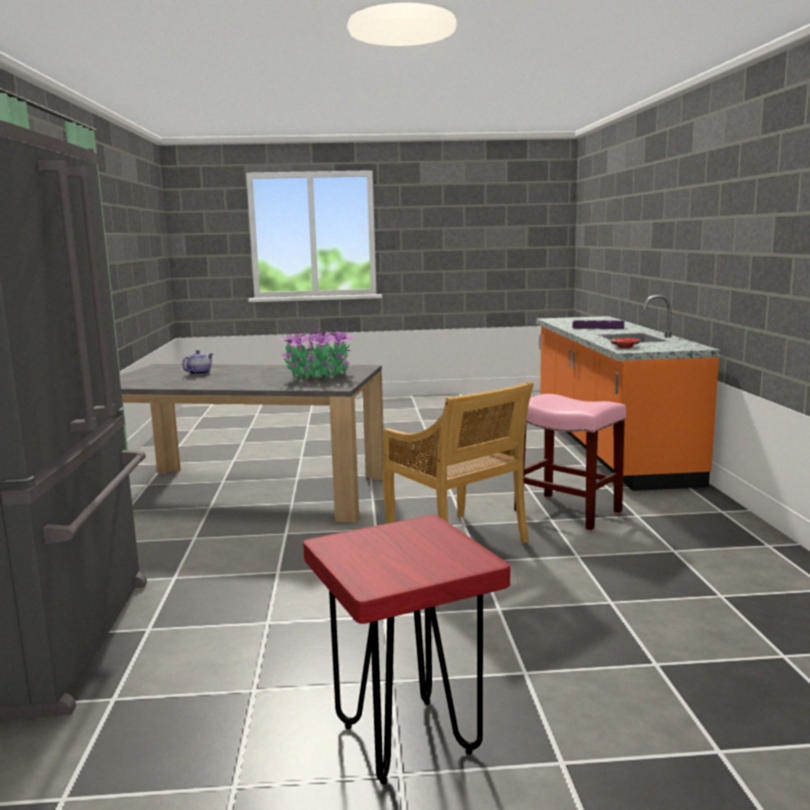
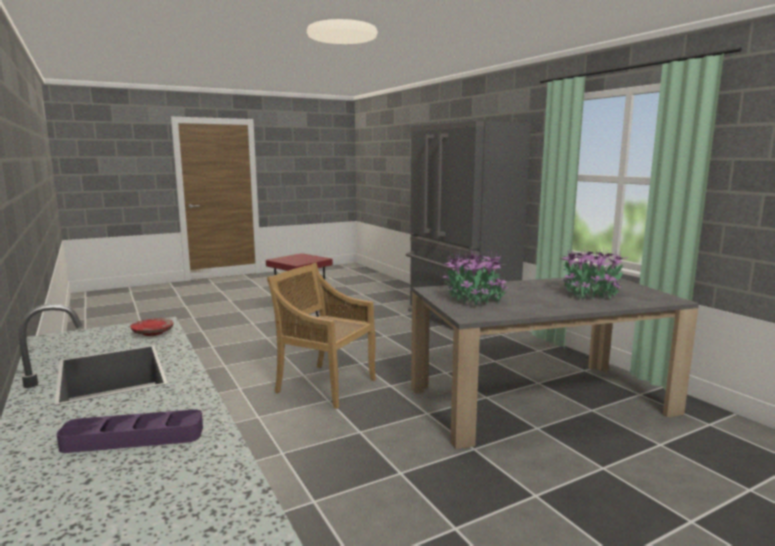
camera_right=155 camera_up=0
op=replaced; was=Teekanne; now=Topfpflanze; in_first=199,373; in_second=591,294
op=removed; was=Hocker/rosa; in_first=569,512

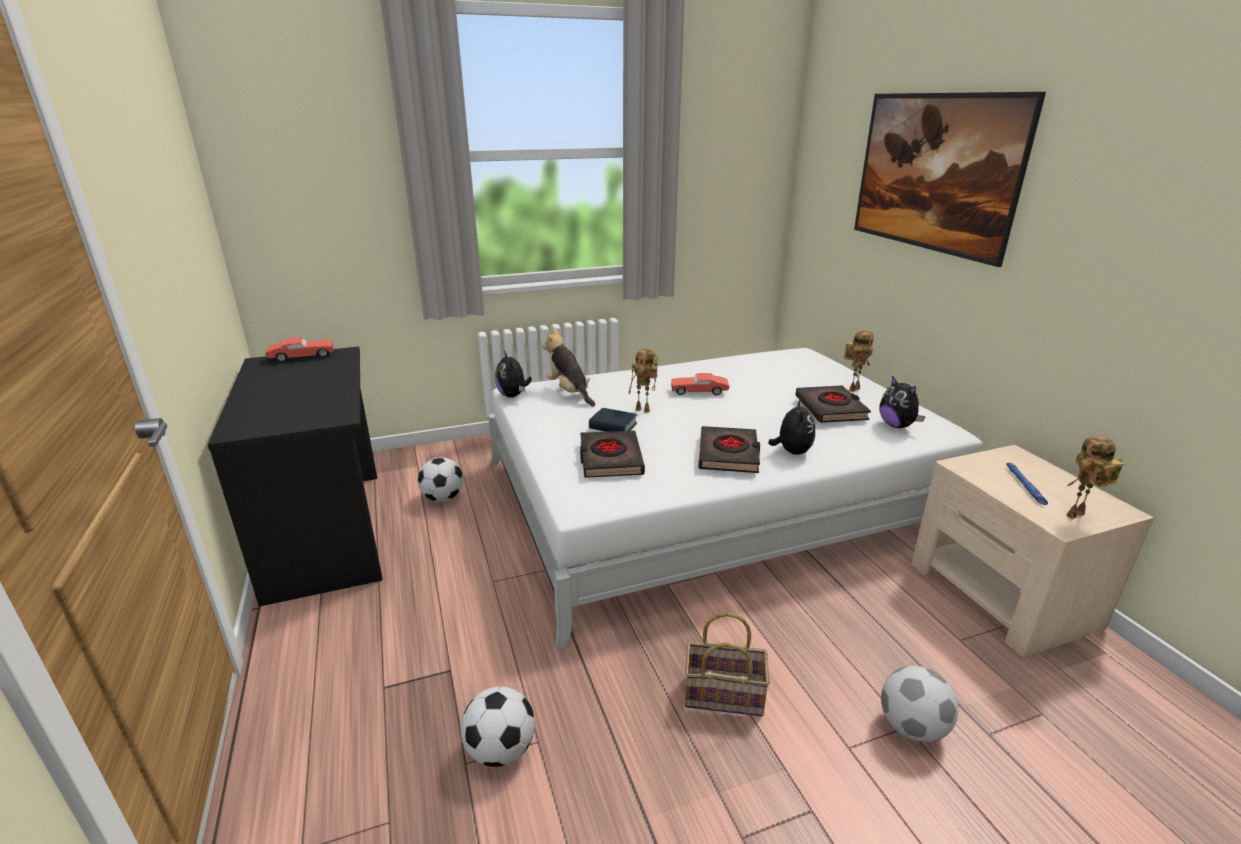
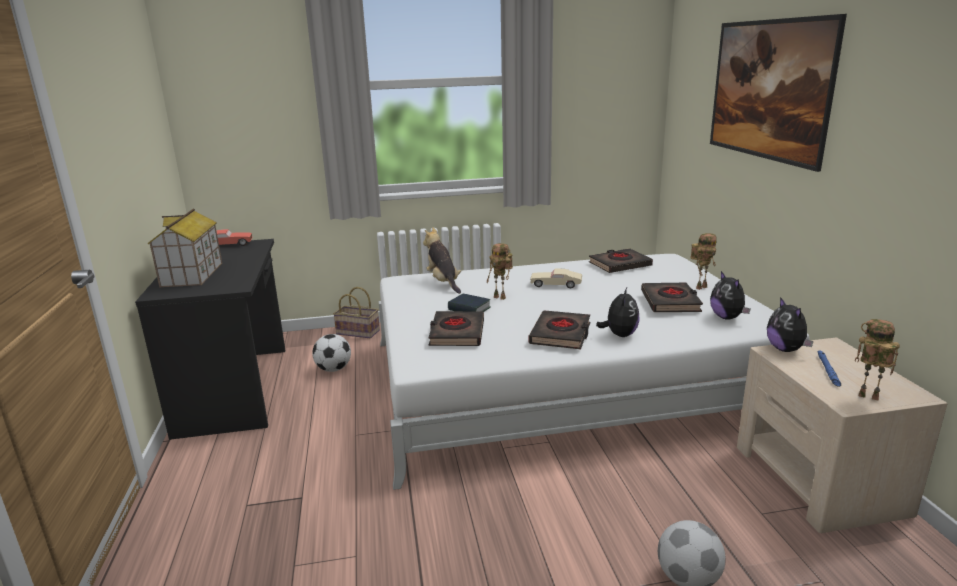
camera_right=10 camera_up=-5
op=added; now=Spielzeughaus; in_second=192,275
op=moved; was=Korb; in_first=725,694; in_second=359,332
op=recoloured; was=Spielzeugauto/rot; now=Spielzeugauto/beige; in_first=699,391; in_second=556,285
op=added; now=Buch/schwarz; in_second=619,265
op=moved; was=Plüschtier; in_first=513,395; in_second=786,349
op=turned; was=Spielzeugroboter; in_first=1076,516; in_second=866,397; clockwise=45
op=removed; was=Fußball; in_first=501,750

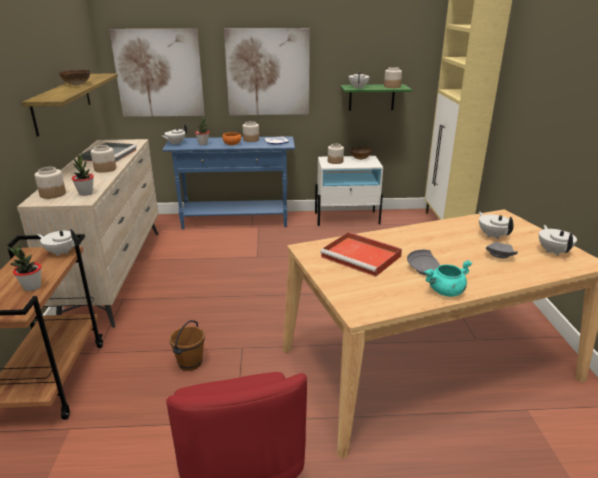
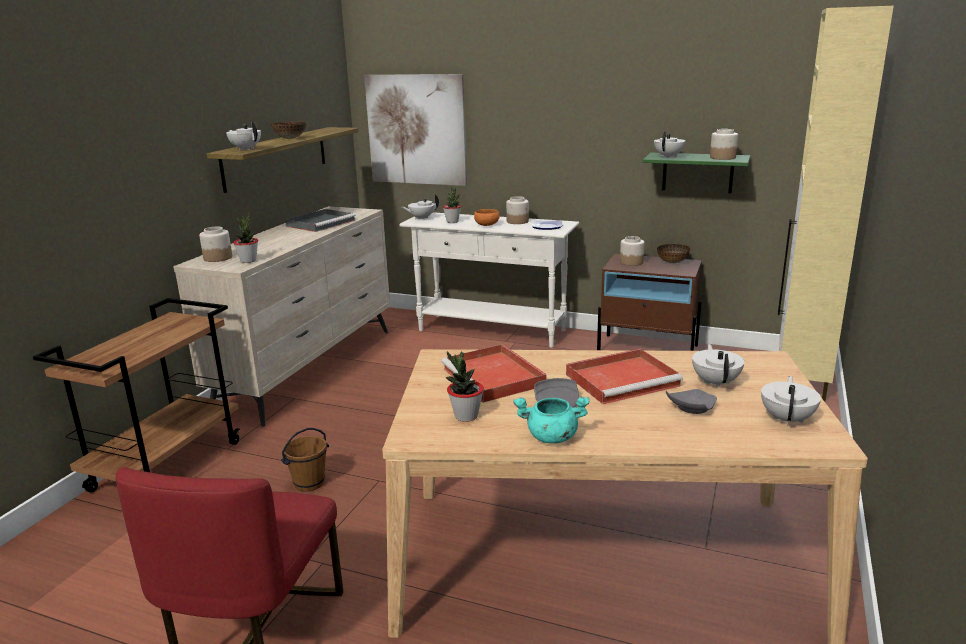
camera_right=25 camera_up=-5
op=moved; was=Teekanne/weiß; in_first=61,252; in_second=246,149
op=recoloured; was=Konsolentisch/blau; now=Konsolentisch/weiß; in_first=235,221; in_second=492,331
op=moved; was=Topfpflanze; in_first=32,287; in_second=466,416
op=added; now=Tablett/rot; in_second=623,379
op=recoloured; was=Nachttisch/weiß; now=Nachttisch/braun; in_first=347,218; in_second=648,349
op=removed; was=Vorratsglas; in_first=105,169
op=removed; was=Bild; in_first=268,72

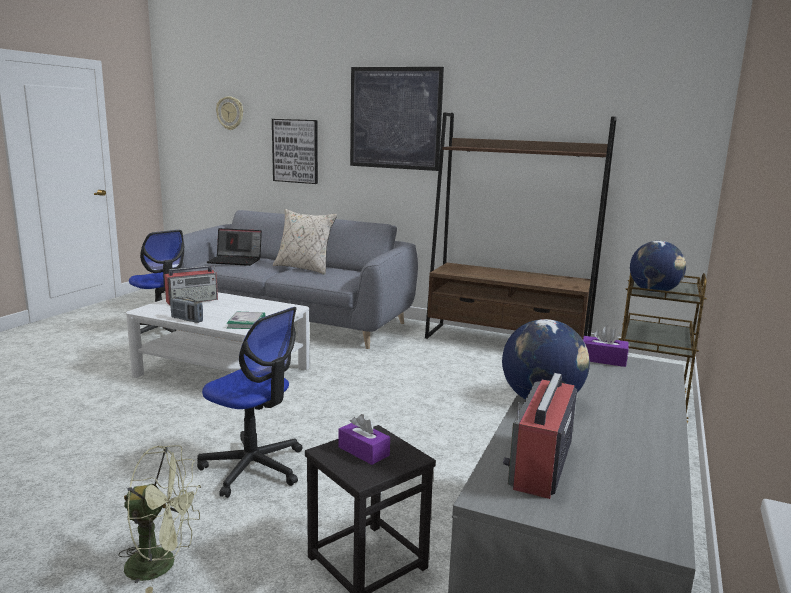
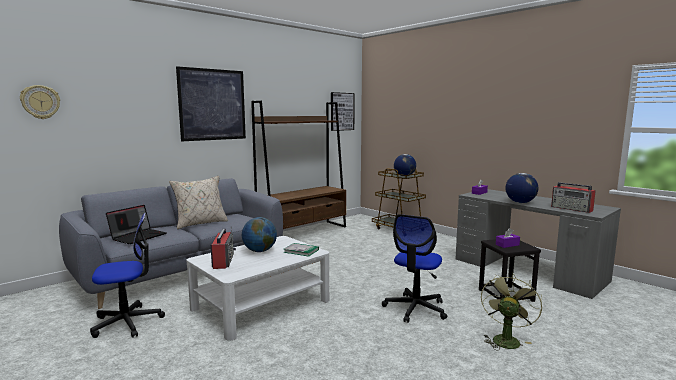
camera_right=-65 camera_up=-5
op=added; now=Globus; in_second=259,251
op=moved; was=Bild; in_first=295,151; in_second=342,111
op=turned; was=Bürostuhl; in_first=253,468; in_second=415,308; clockwise=150
op=removed; was=Radio; in_first=187,320

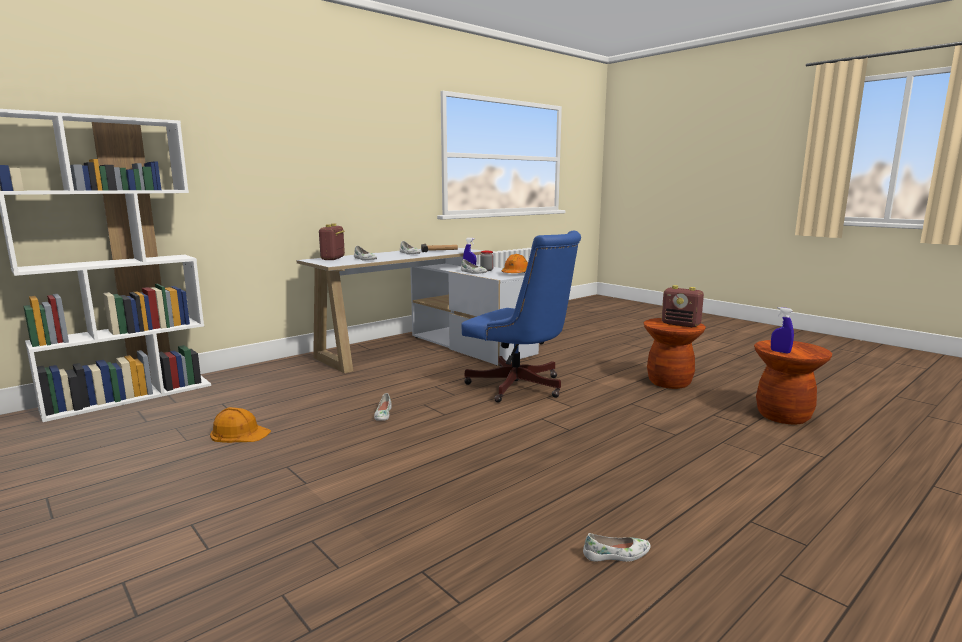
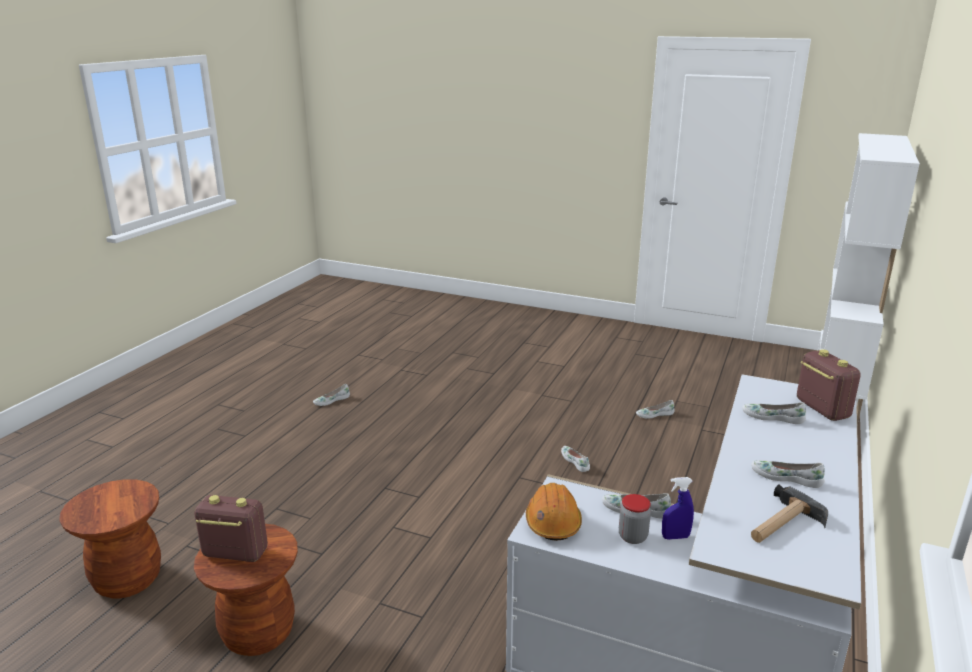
camera_right=155 camera_up=10
op=replaced; was=Schutzhelm/orange; now=Schuh/weiß; in_first=239,433; in_second=654,414
op=removed; was=Bürostuhl/blau; in_first=521,388
op=removed; was=Sprühflasche/blau; in_first=780,352

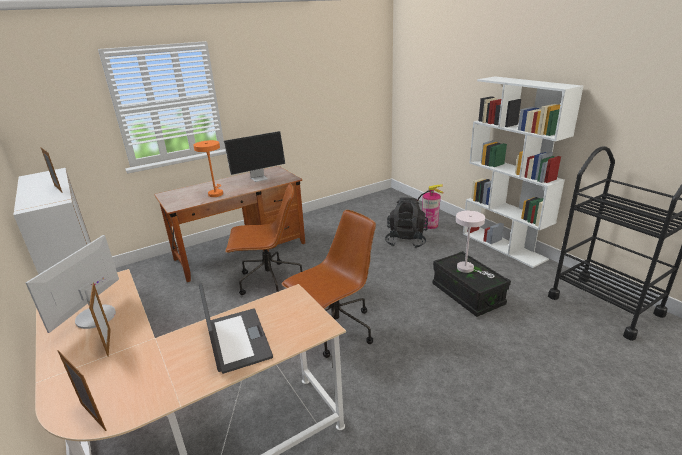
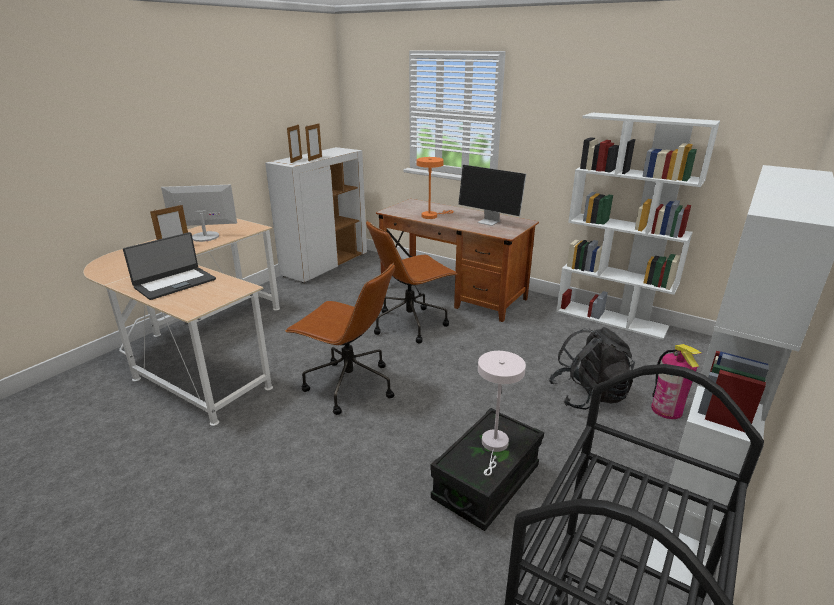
camera_right=65 camera_up=0
op=moved; was=Bilderrahmen; in_first=93,417; in_second=296,160
op=turned; was=Bürostuhl/braun; in_first=268,281; in_second=410,324; clockwise=90
op=added; now=Bücherregal/weiß; in_second=611,319

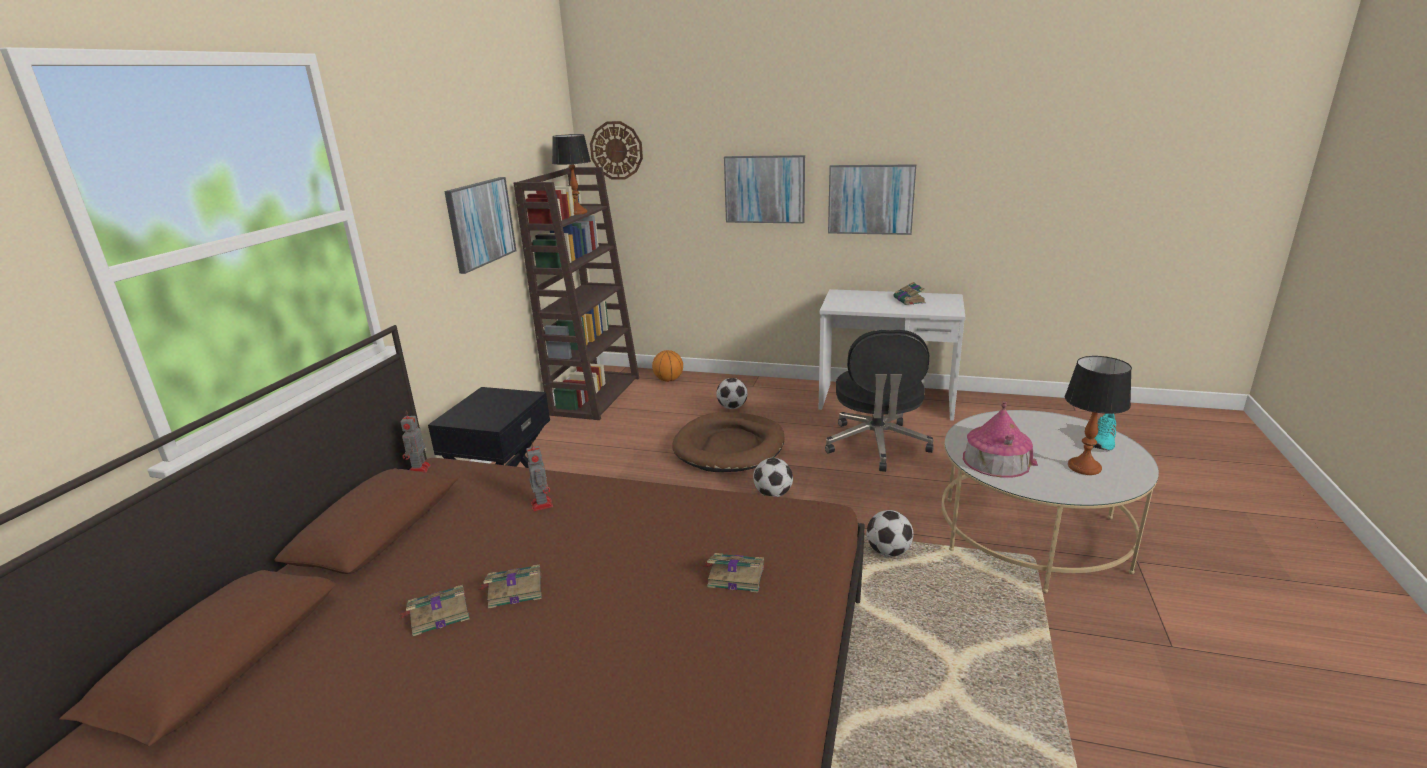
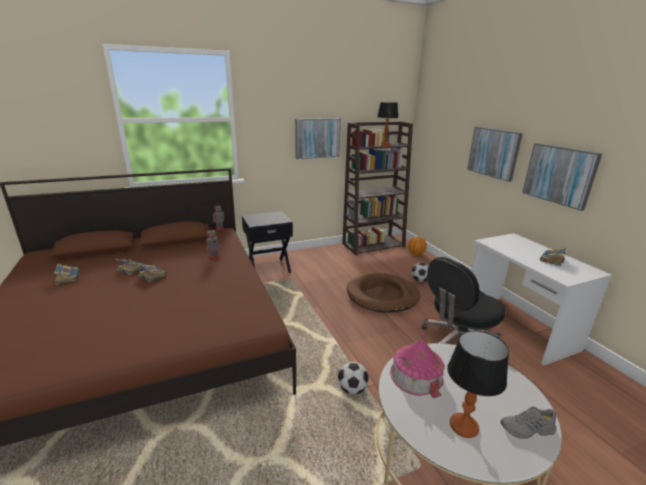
camera_right=50 camera_up=0
op=moved; was=Buch; in_first=734,576; in_second=67,277
op=recoloured; was=Schuh/türkis; now=Schuh/grau; in_first=1103,441; in_second=527,429
op=removed; was=Wanduhr; in_first=616,150
op=removed; was=Fußball; in_first=773,494

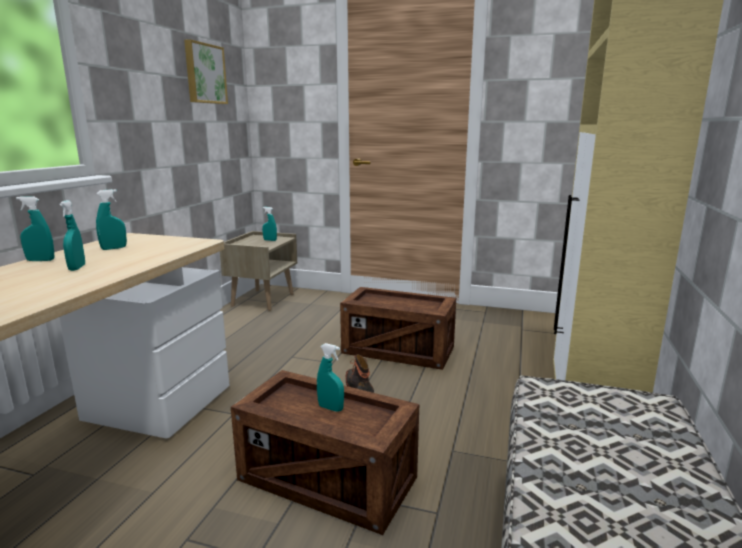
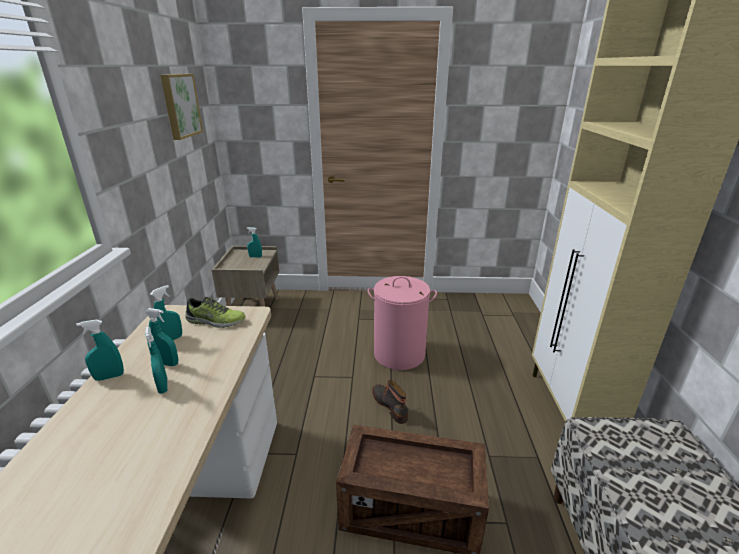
camera_right=-15 camera_up=10
op=moved; was=Sprühflasche/türkis; in_first=330,408; in_second=167,363
op=added; now=Schuh; in_second=215,321
op=replaced; was=Kiste; now=Wäschekorb/rosa; in_first=398,351; in_second=399,354

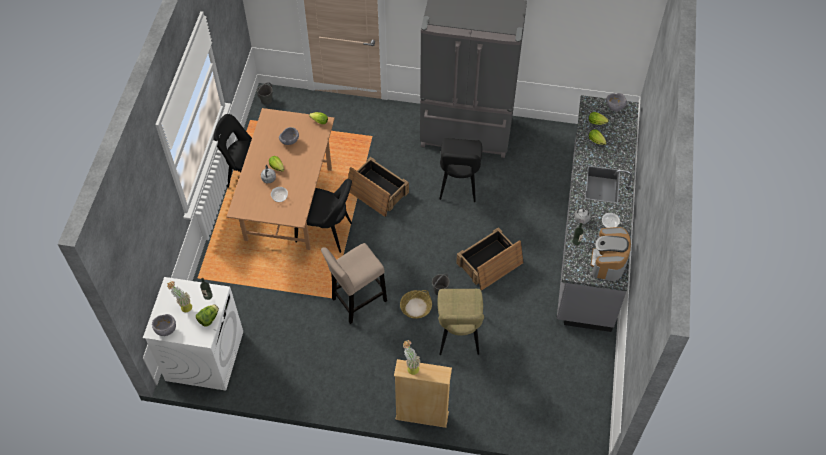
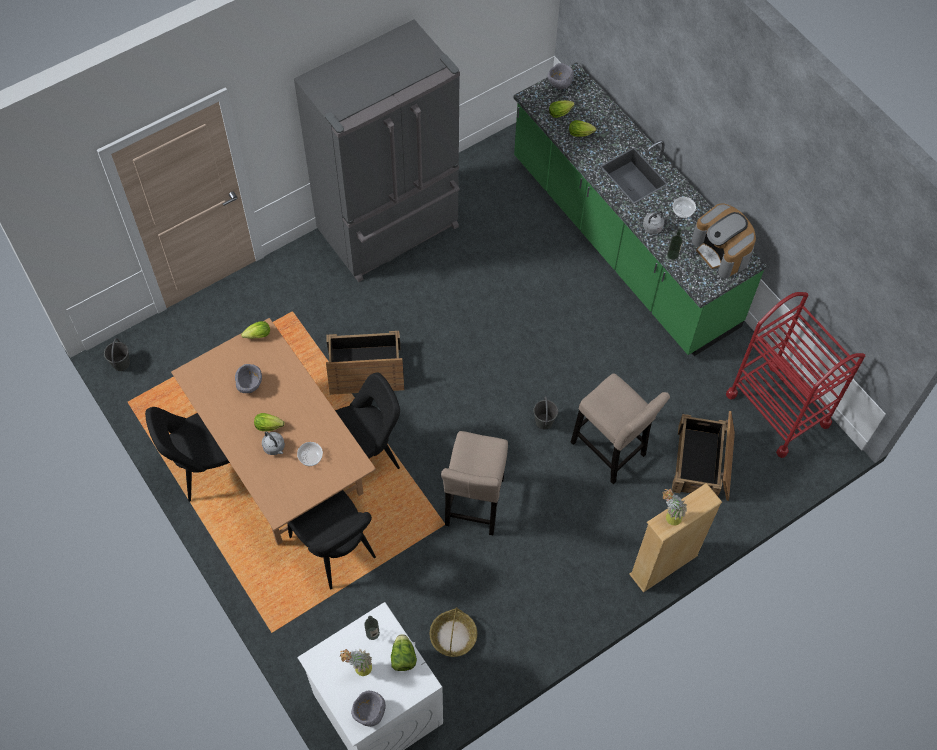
camera_right=-45 camera_up=5
op=moved; was=Stuhl/schwarz; in_first=458,185; in_second=335,550
op=moved; was=Korb; in_first=415,307; in_second=453,636
op=recoloured; was=Küchenzeile/grau; now=Küchenzeile/grün; in_first=590,233; in_second=622,242
op=replaced; was=Stuhl/beige; now=Hocker/beige; in_first=458,335; in_second=610,452
op=moved; was=Kiste; in_first=489,264; in_second=704,463
op=added; now=Rollwagen/rot; in_second=777,409

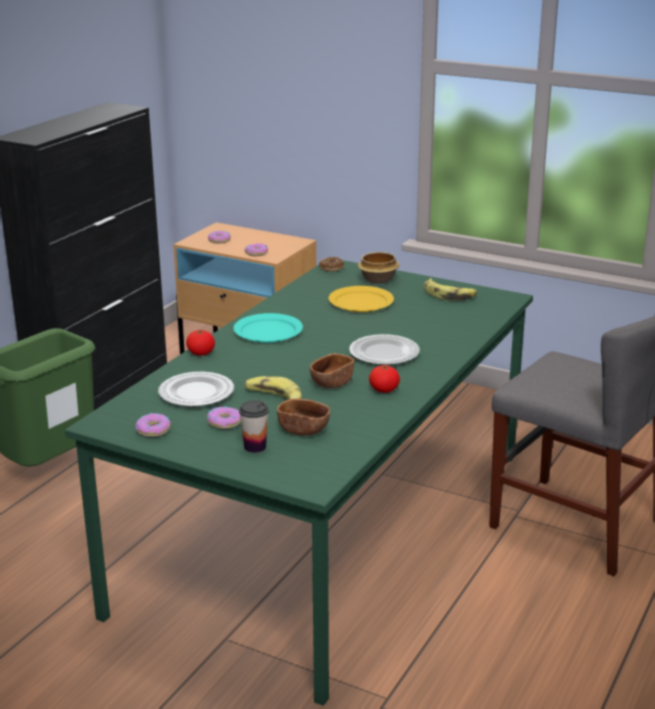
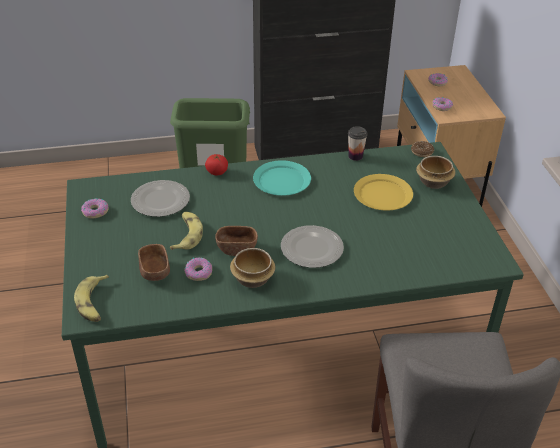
camera_right=50 camera_up=15
op=moved; was=Banane; in_first=449,295; in_second=94,303
op=moved; was=Donut; in_first=224,422; in_second=199,272
op=replaced; was=Tomate; now=Schüssel; in_first=384,390; in_second=252,278
op=moved; was=Tasse; in_first=255,447; in_second=355,156

